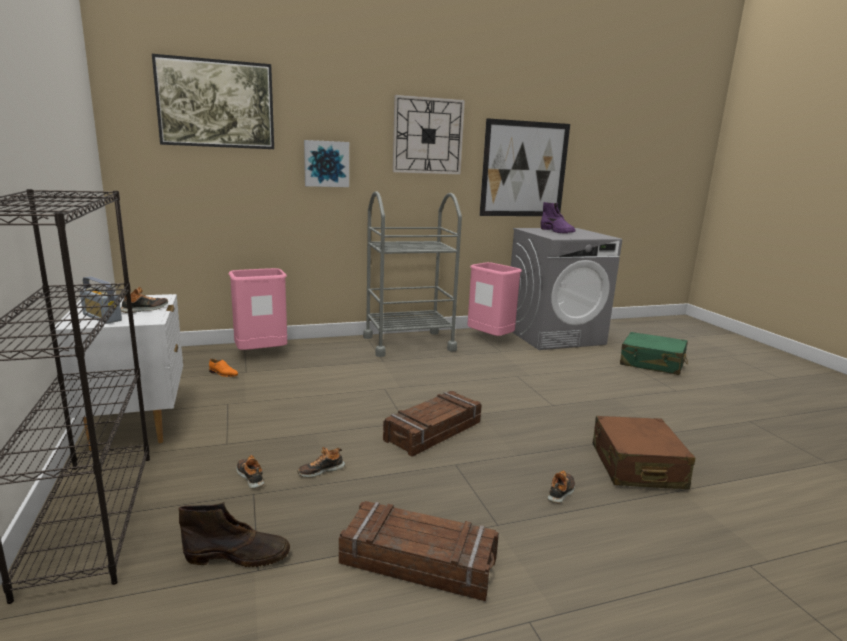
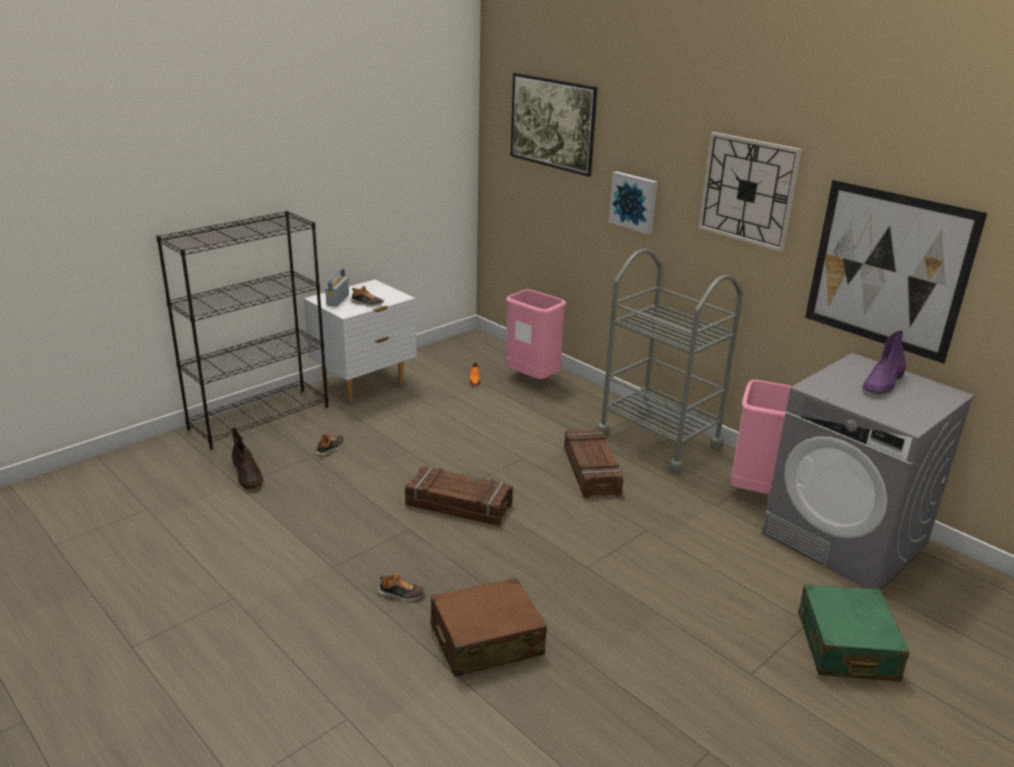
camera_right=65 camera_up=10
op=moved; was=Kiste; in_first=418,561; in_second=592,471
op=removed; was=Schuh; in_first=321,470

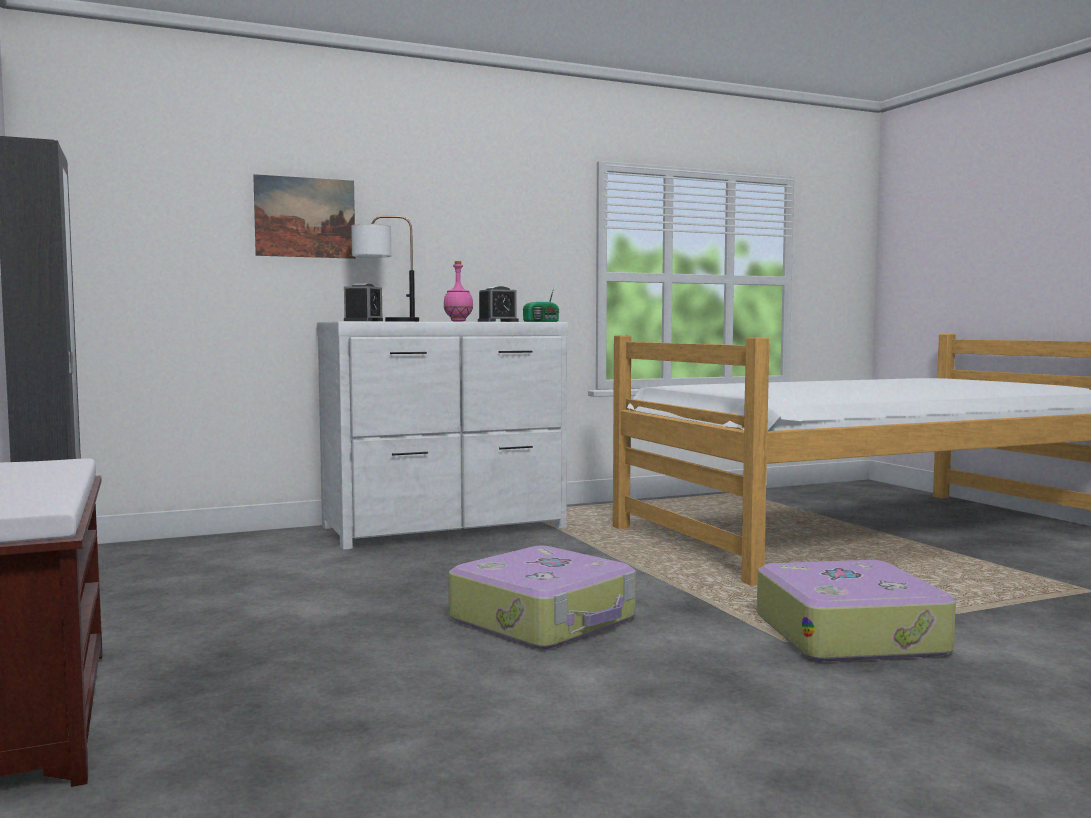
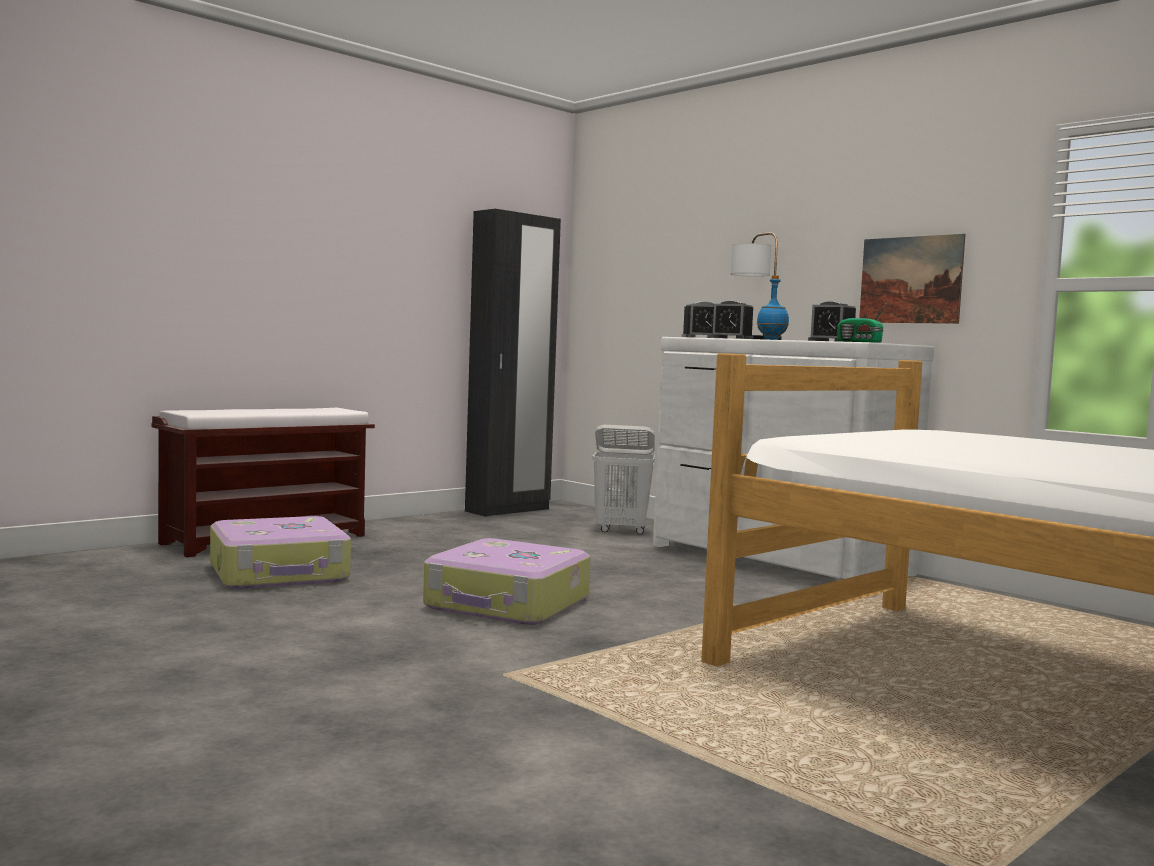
camera_right=70 camera_up=0
op=moved; was=Koffer; in_first=851,634; in_second=280,573
op=added; now=Wäschekorb/weiß; in_second=621,531
op=added; now=Wecker; in_second=731,338
op=recoloured; was=Flasche/rosa; now=Flasche/blau; in_first=458,321; in_second=771,339
op=moved; was=Bild; in_first=305,217; in_second=910,280

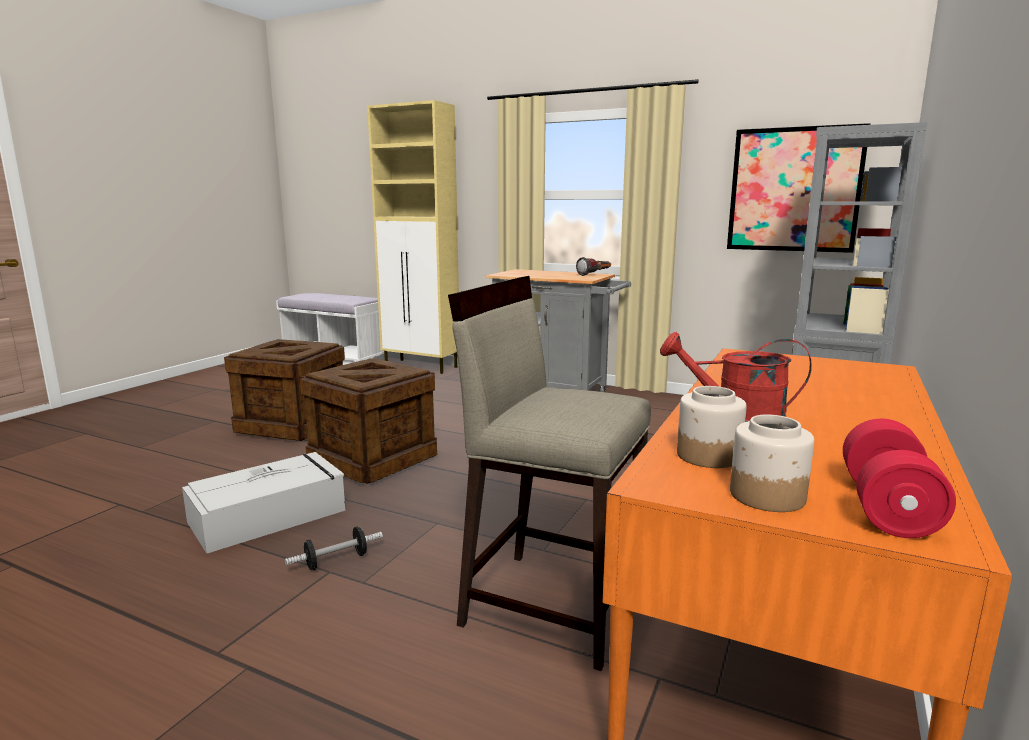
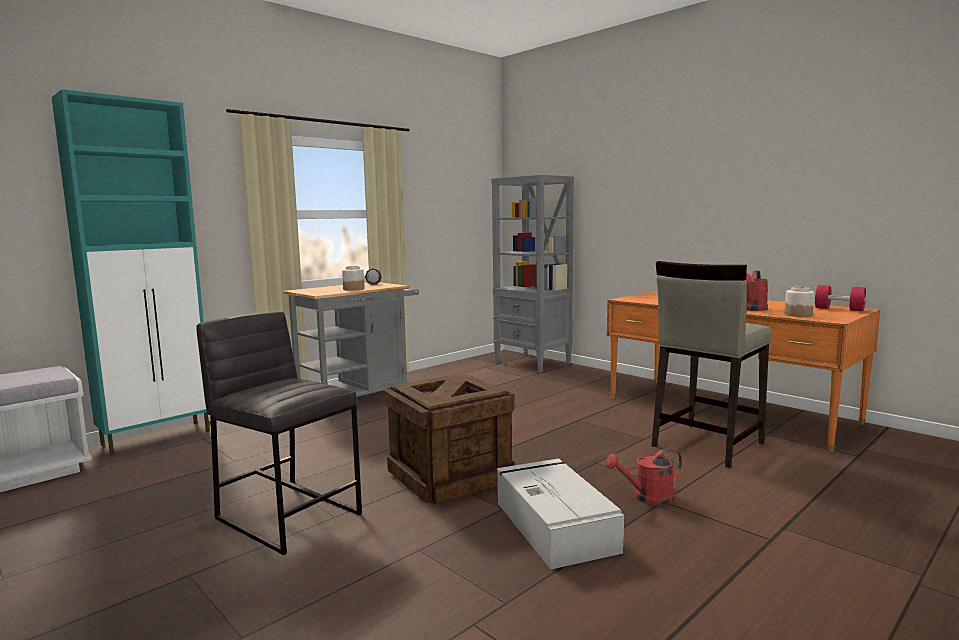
camera_right=-70 camera_up=-5
op=recoloured; was=Schrank/beige; now=Schrank/türkis; in_first=421,366; in_second=158,437
op=replaced; was=Kiste; now=Hocker/grau; in_first=294,424; in_second=289,515
op=moved; was=Vorratsglas; in_first=766,496; in_second=353,289
op=replaced; was=Hantel; now=Gießkanne/rot; in_first=336,561; in_second=647,498
op=removed; was=Bild; in_first=794,190

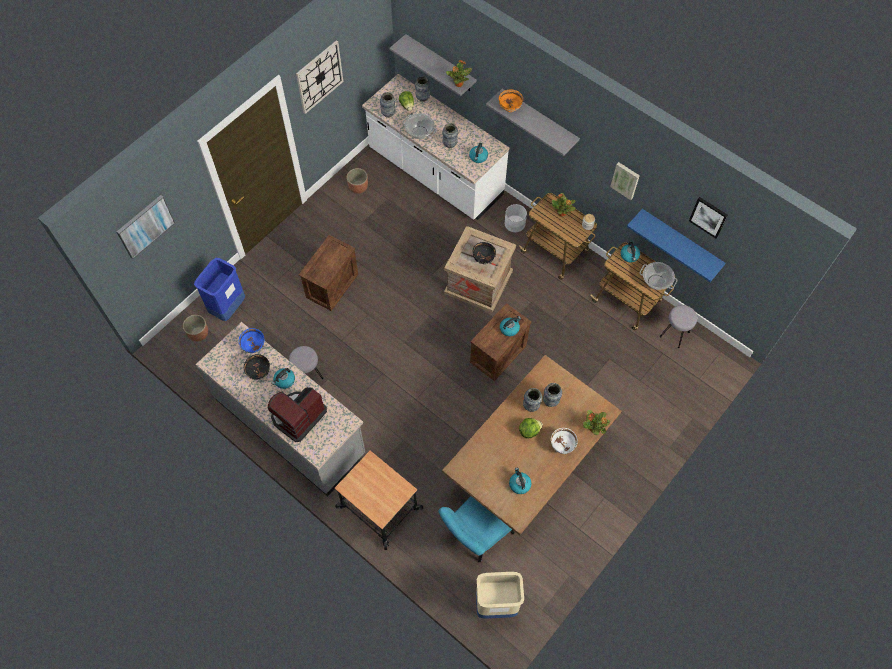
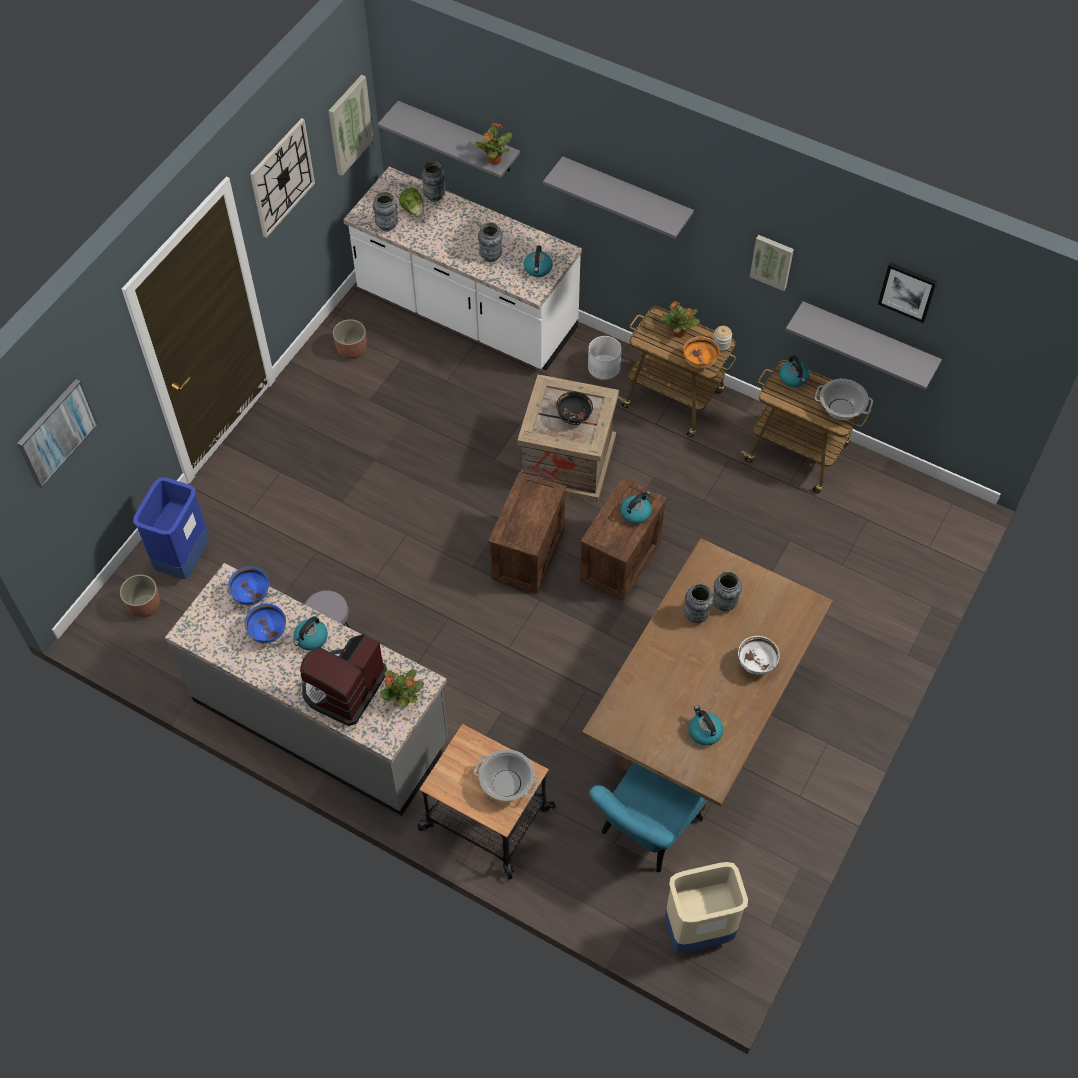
camera_right=-10 camera_up=-5
op=recoloured; was=Schüssel/schwarz; now=Schüssel/blau; in_first=259,372; in_second=268,633
op=added; now=Bild; in_second=349,125
op=moved; was=Topfpflanze; in_first=594,428; in_second=404,700
op=moved; was=Kochtopf; in_first=419,132; in_second=507,783
op=moved; was=Kiste; in_first=332,285; in_second=527,553
op=moved; was=Schüssel/orange; in_first=509,108; in_second=699,363
op=recoloured; was=Wandregal/blau; now=Wandregal/grau; in_first=680,241; in_second=868,340
op=removed; was=Salatkopf; in_first=529,431
op=removed; was=Hocker/grau; in_first=675,334

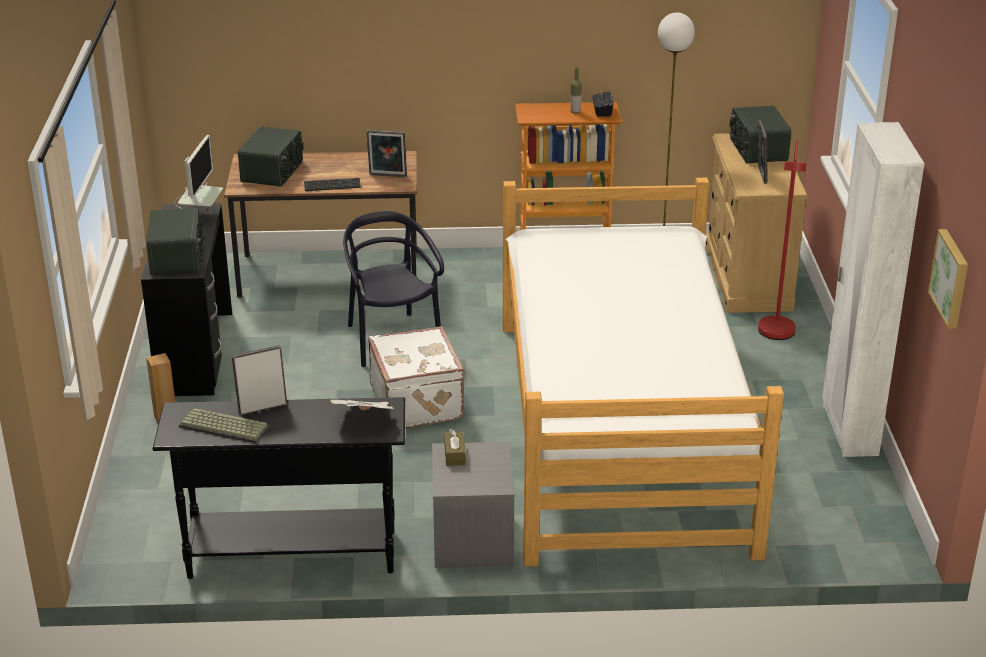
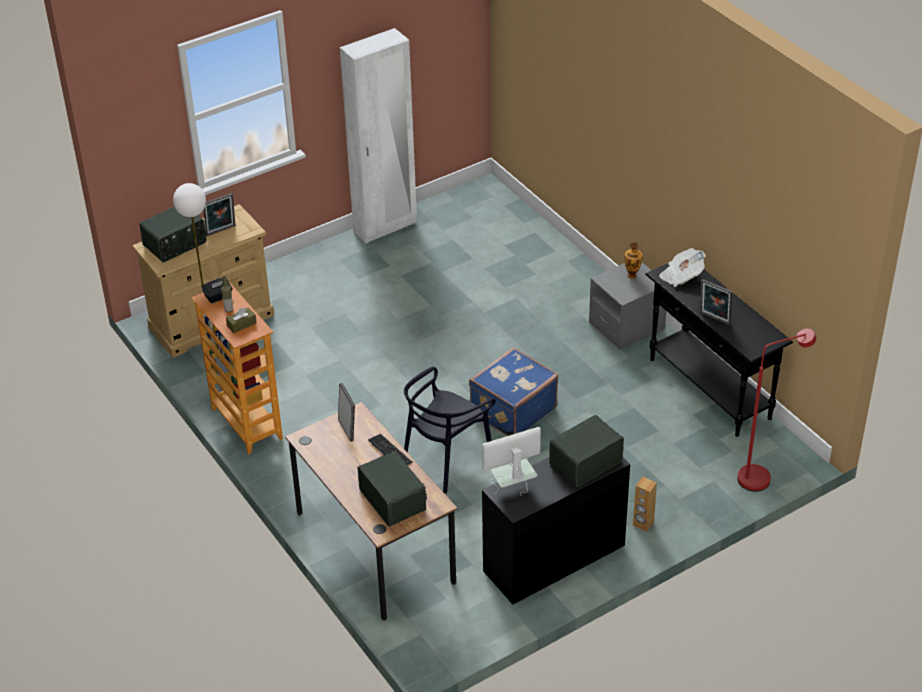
camera_right=-120 camera_up=10
op=moved; was=Taschentuchbox/braun; in_first=454,455; in_second=241,324
op=turned; was=Radio; in_first=273,172; in_second=393,500; clockwise=75
op=recoloured; was=Koffer/weiß; now=Koffer/blau; in_first=418,402; in_second=512,410
op=added; now=Vase; in_second=632,275
op=moved; was=Stehlampe/rot; in_first=776,336; in_second=762,477
op=removed; was=Tastatur; in_first=222,427
op=removed; was=Bett; in_first=618,431
op=removed; was=Bild; in_first=951,278

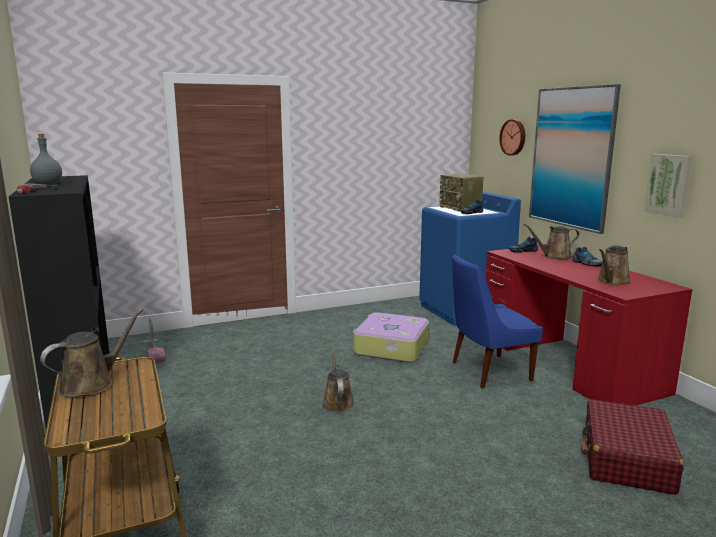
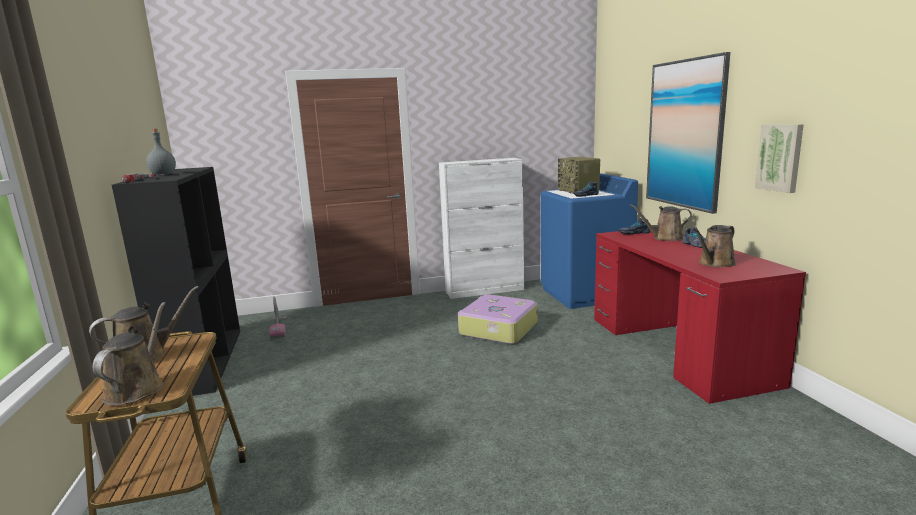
camera_right=10 camera_up=0
op=moved; was=Gießkanne/braun; in_first=337,402; in_second=137,388
op=added; now=Schrank/weiß; in_second=485,290
op=removed; was=Stuhl/blau; in_first=487,372
op=removed; was=Wanduhr; in_first=513,137
op=removed; was=Koffer/rot; in_first=626,459

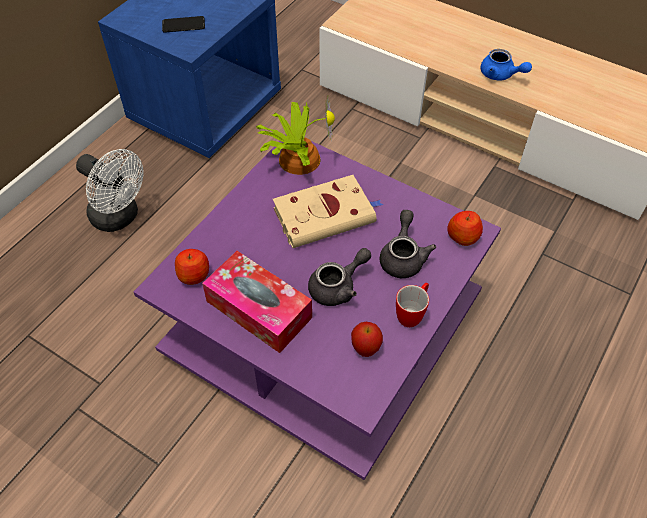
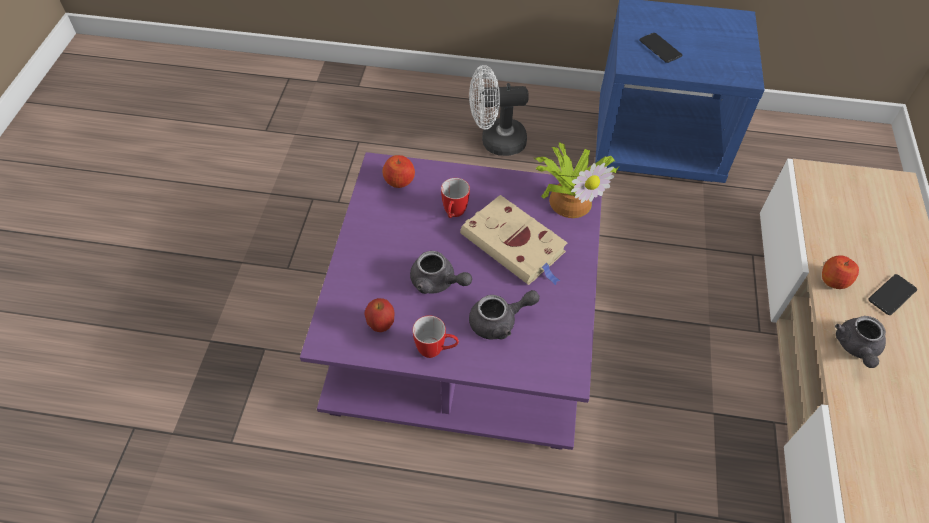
camera_right=65 camera_up=0
op=added; now=Henkelbecher; in_second=453,214
op=turned; was=Ventilator/weiß; in_first=120,217; in_second=495,141; clockwise=75
op=moved; was=Apfel; in_first=463,236; in_second=834,280
op=recoloured; was=Teekanne/blau; now=Teekanne/grau; in_first=500,75; in_second=856,348
op=added; now=Handy; in_second=892,295
op=removed; was=Taschentuchbox; in_first=259,309

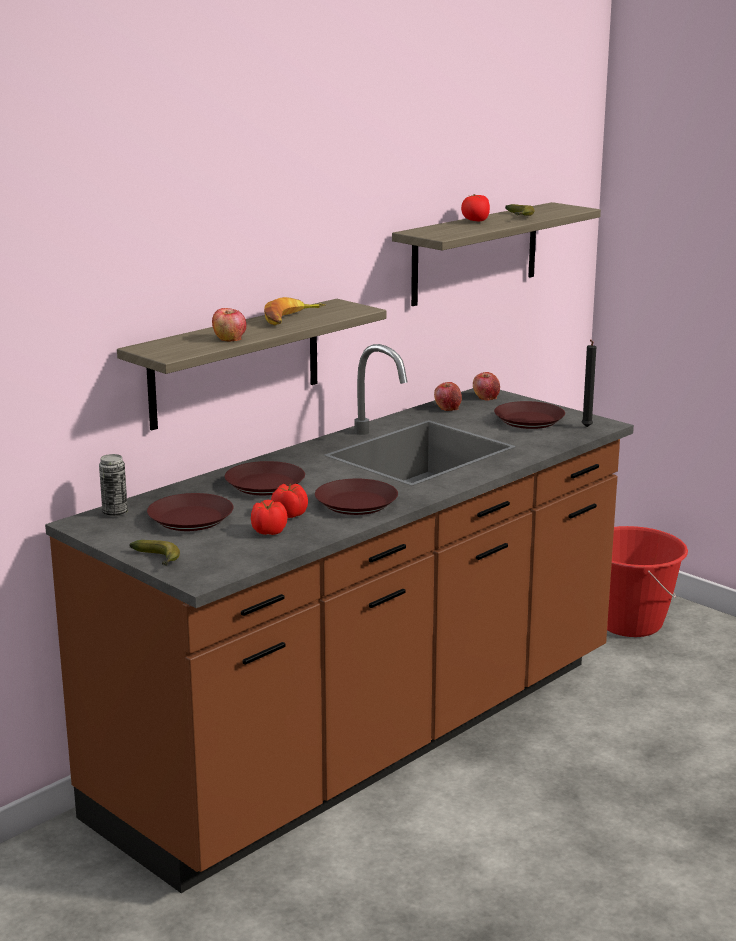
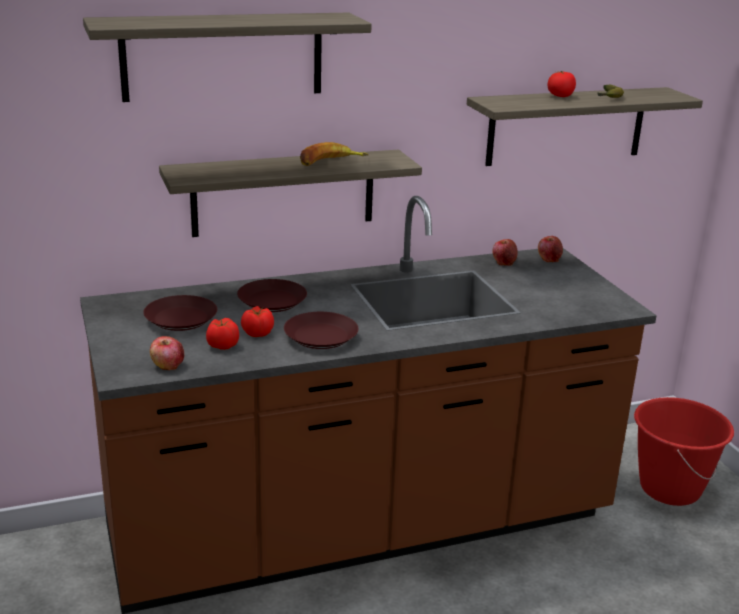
camera_right=25 camera_up=5
op=added; now=Wandregal; in_second=223,56
op=moved; was=Apfel; in_first=229,339; in_second=167,365
op=removed; was=Dose; in_first=115,513
op=removed; was=Banane; in_first=158,560
op=removed; was=Teller/braun; in_first=528,421
op=removed; was=Kerze/schwarz; in_first=586,427

